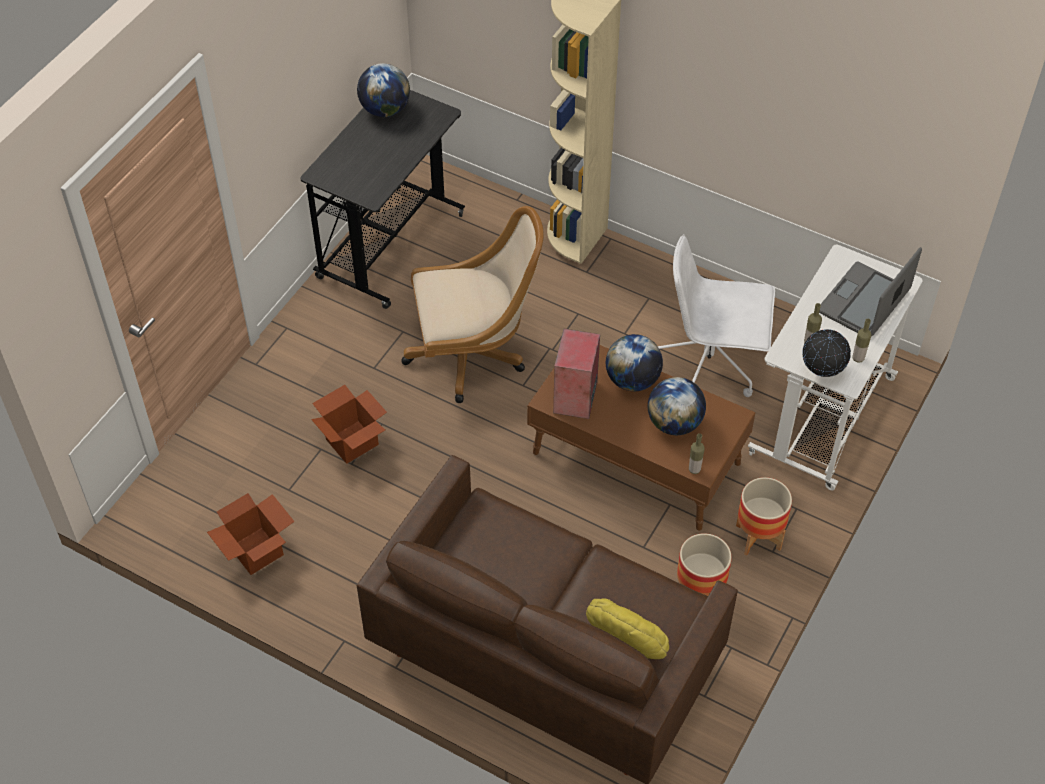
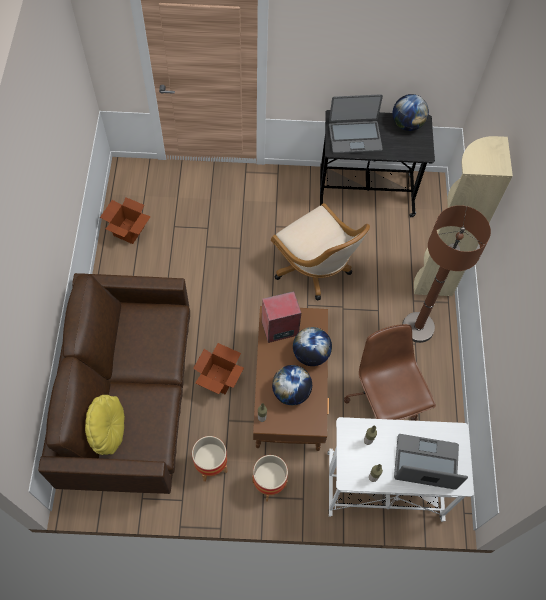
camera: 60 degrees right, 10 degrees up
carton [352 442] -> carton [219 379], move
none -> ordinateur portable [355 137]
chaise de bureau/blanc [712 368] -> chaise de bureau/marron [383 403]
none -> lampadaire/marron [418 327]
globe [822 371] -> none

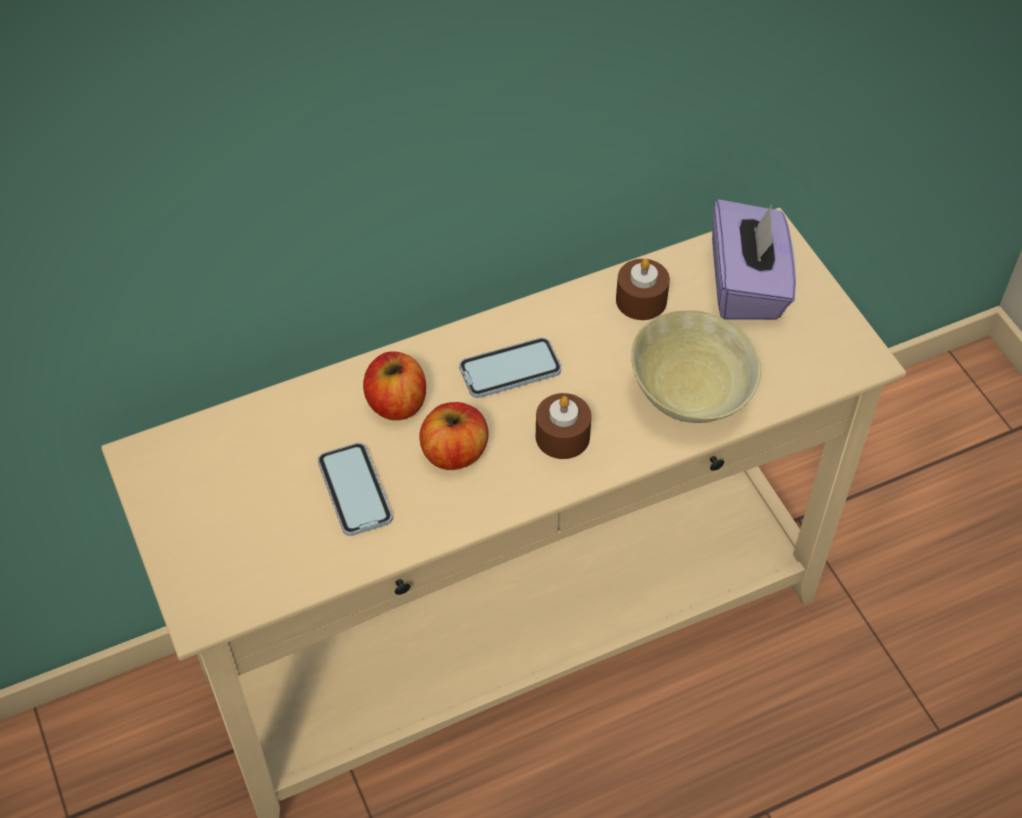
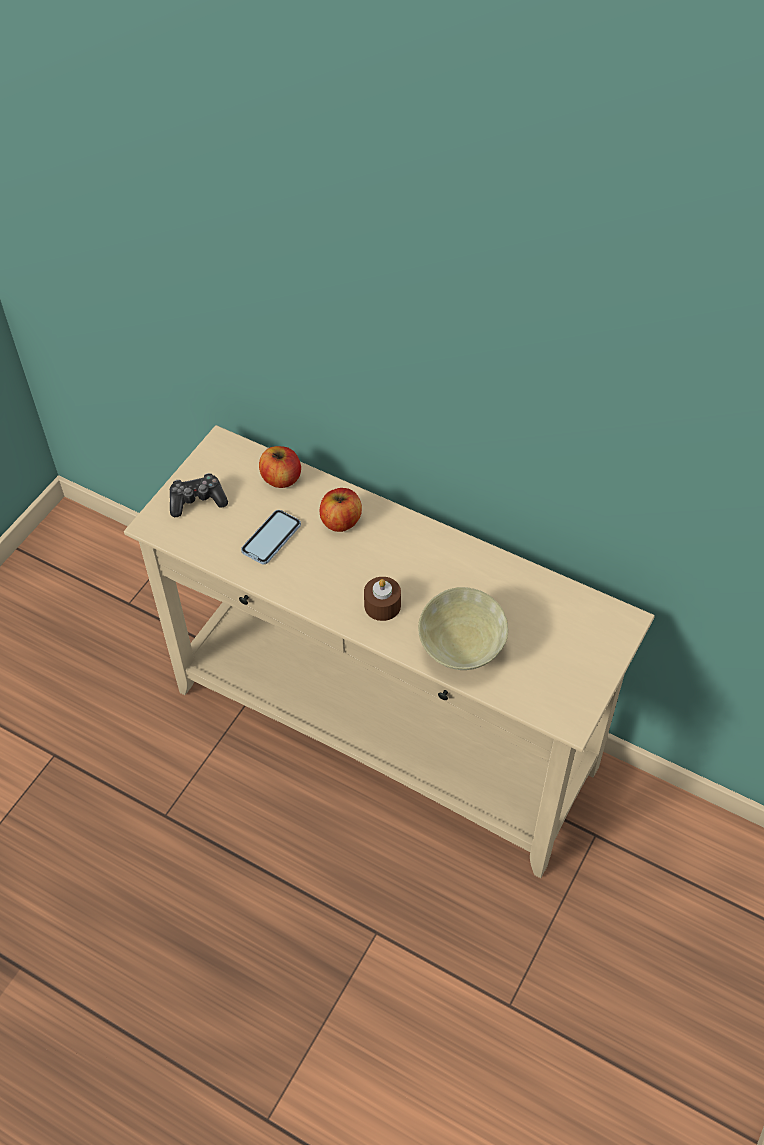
camera: 55 degrees right, 0 degrees up
none -> manette [197 500]
pomme [454 452] -> pomme [281 478], move
téléphone [510 370] -> none
bougie/marron [641 300] -> none
boîte à mouchoirs/violet [747 285] -> none

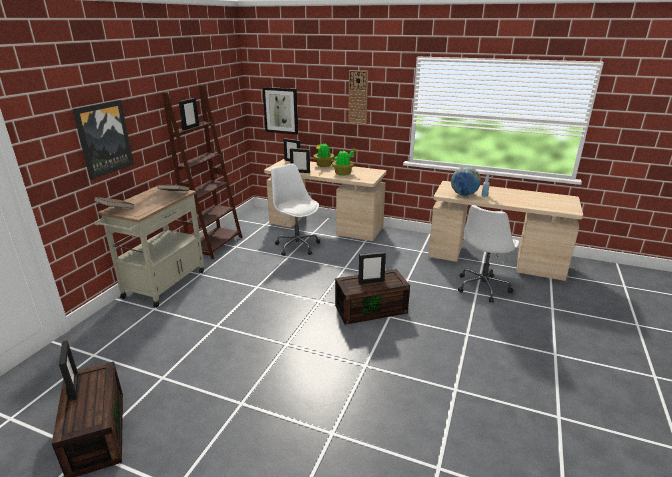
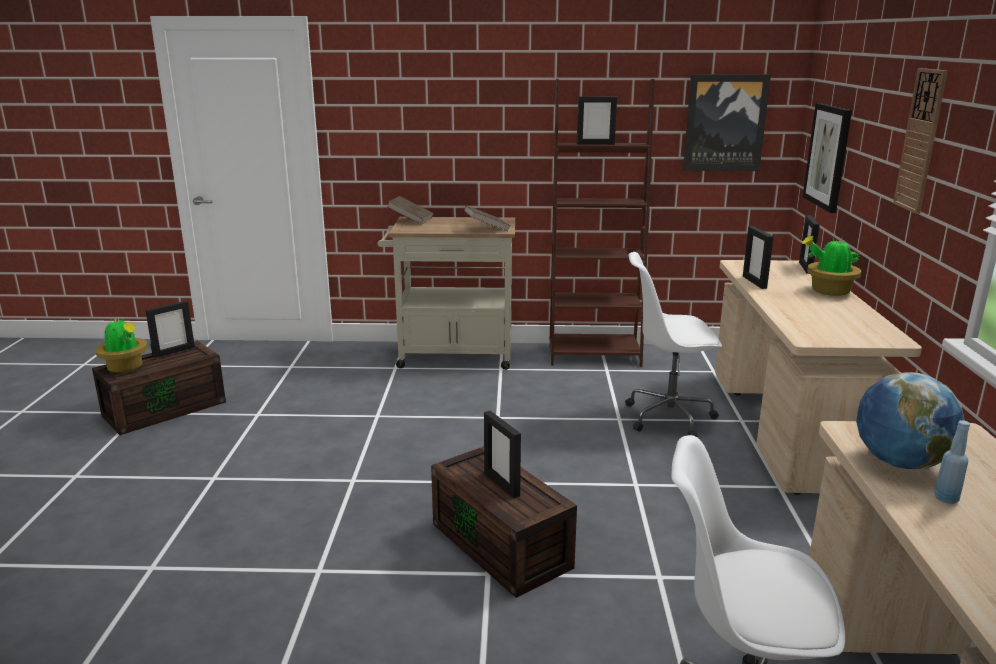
camera: 70 degrees right, 5 degrees down
plante en pot [343 173] -> plante en pot [126 367], move
chaise de bureau/blanc [296 246] -> chaise de bureau/blanc [666 417], 120 degrees counterclockwise
tableau [104 138] -> tableau [725 123], move

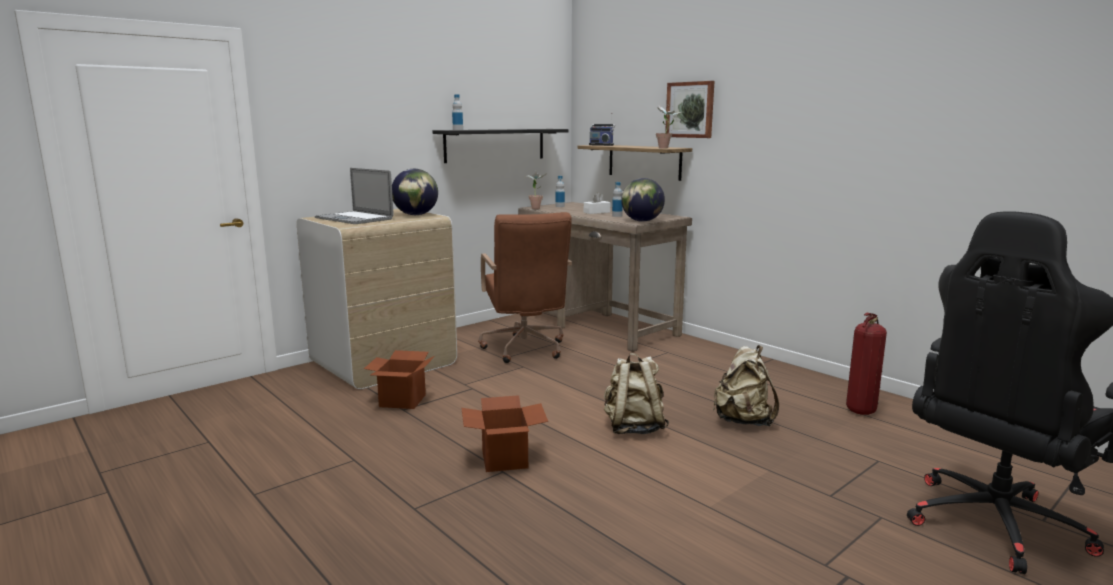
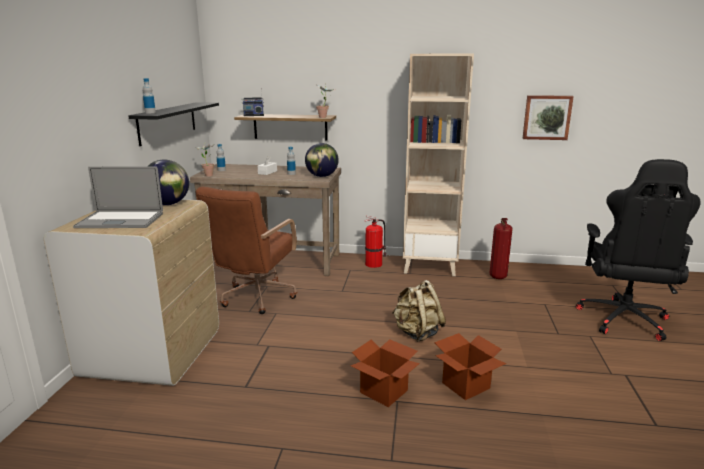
camera: 40 degrees left, 5 degrees up
chaise de bureau/marron [525 351] -> chaise de bureau/marron [256 299], 75 degrees clockwise
none -> extincteur [374 264]
none -> bibliothèque/beige [430 266]
carton [403 401] -> carton [466 385], move
tableau [690 110] -> tableau [546 117], move
sac à dos/beige [743 421] -> none

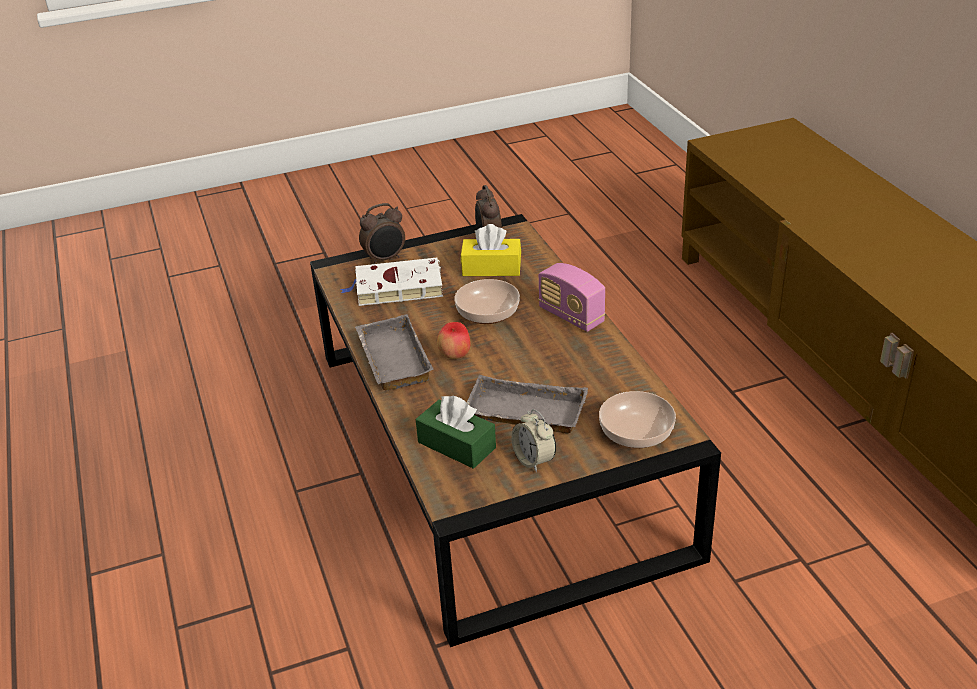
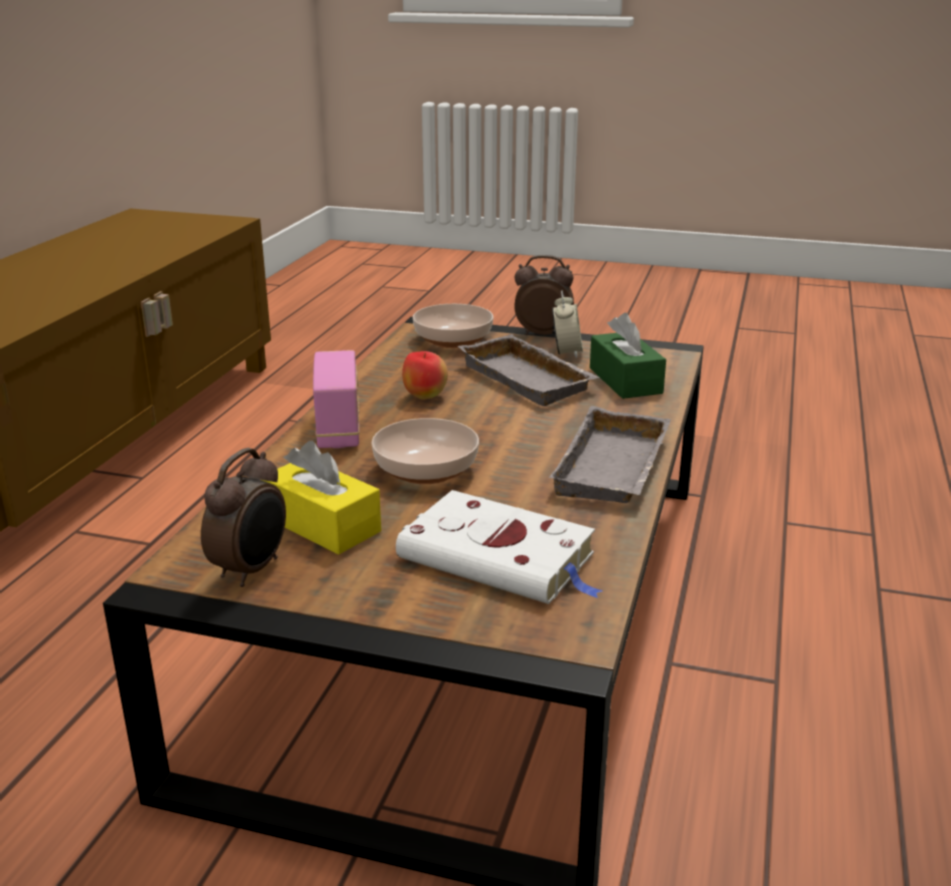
camera: 145 degrees left, 10 degrees down
pomme [455 356] -> pomme [425 397], move
réveil [385 259] -> réveil [543 334], move

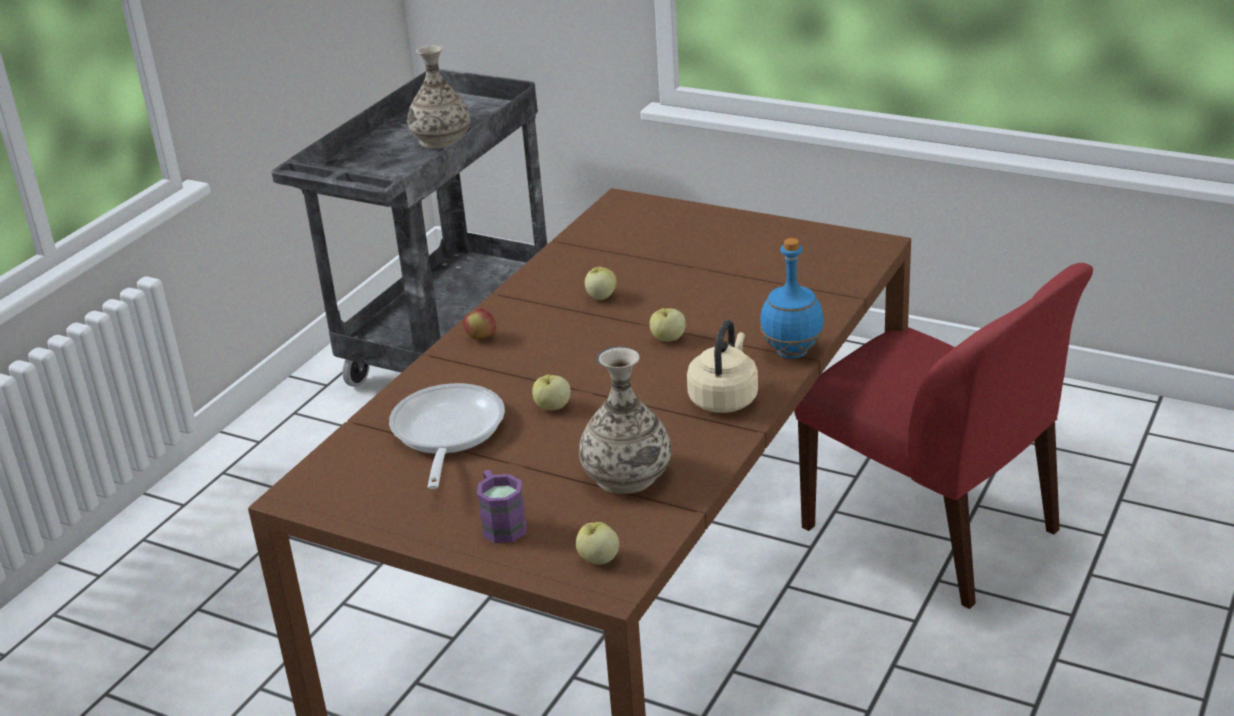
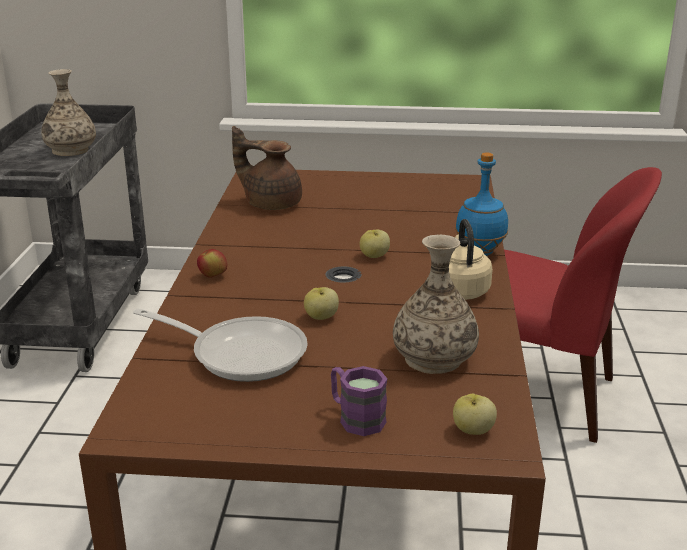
camera: 25 degrees left, 5 degrees down
poêle [446 434] -> poêle [240 353], 135 degrees clockwise
none -> théière/marron [271 203]
pomme [601 297] -> none

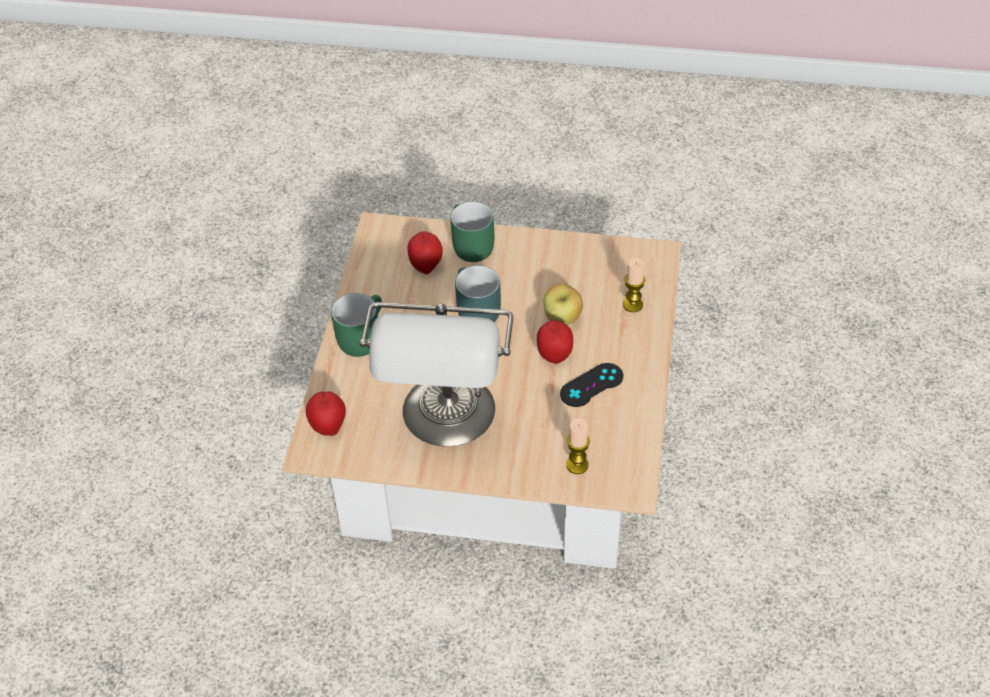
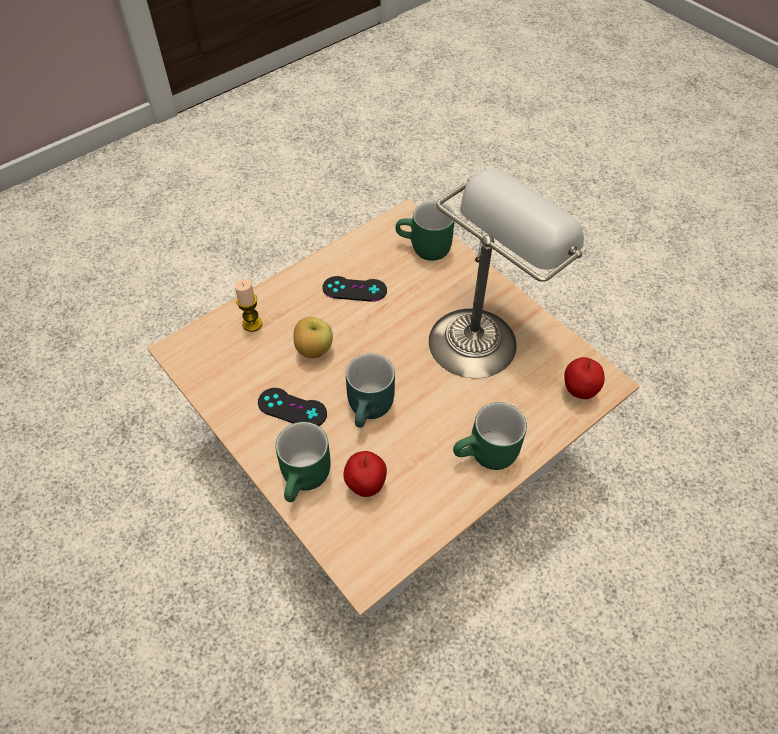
camera: 140 degrees left, 5 degrees up
none -> manette/noir [292 408]
bougie [577 465] -> mug/vert [424 249]
pomme [554 356] -> none

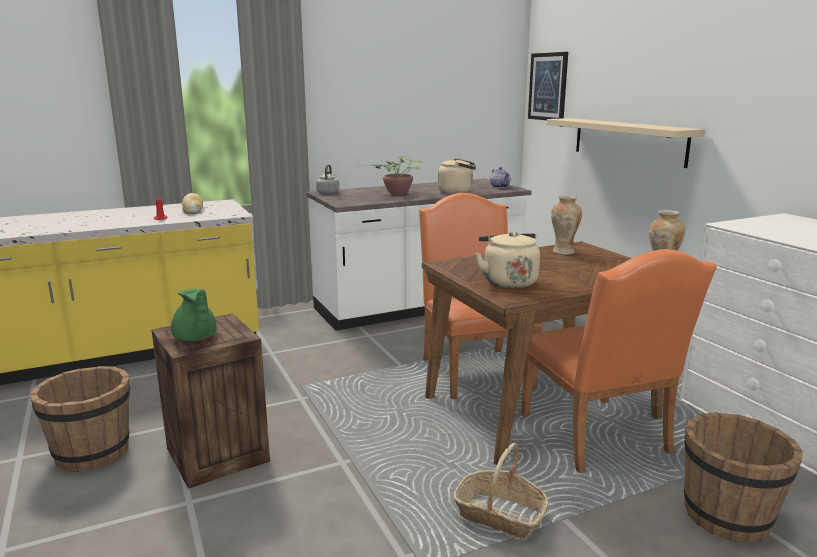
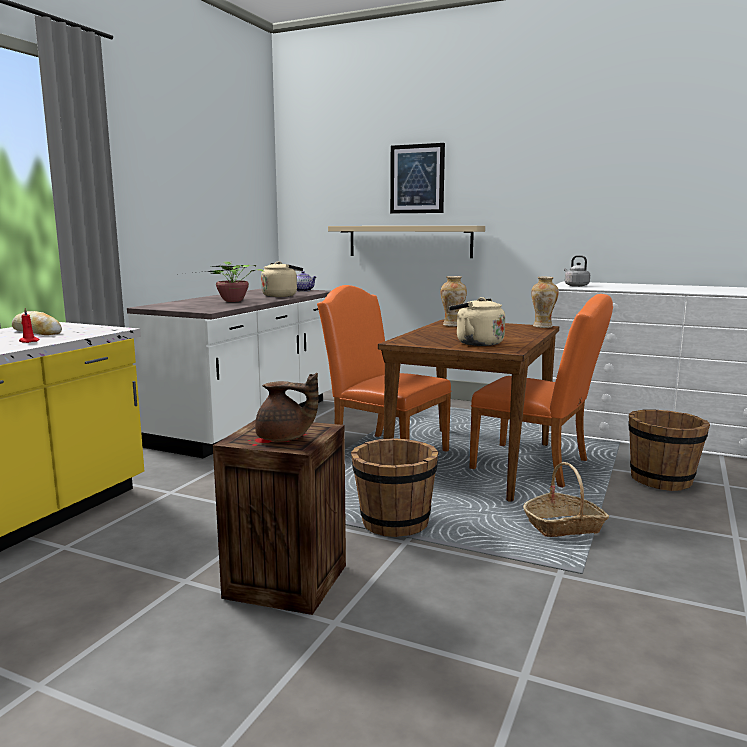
camera: 40 degrees left, 5 degrees down
théière/vert [195 338] -> théière/marron [284 439]
seau/marron [92 453] -> seau/marron [394 522], move
tableau [548 86] -> tableau [417 179], move
bouilloire/gris [328 193] -> bouilloire/gris [575 286], move

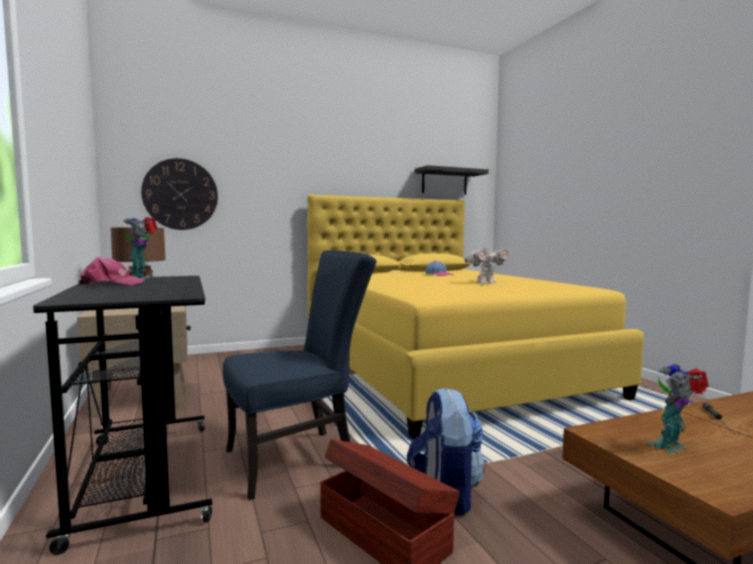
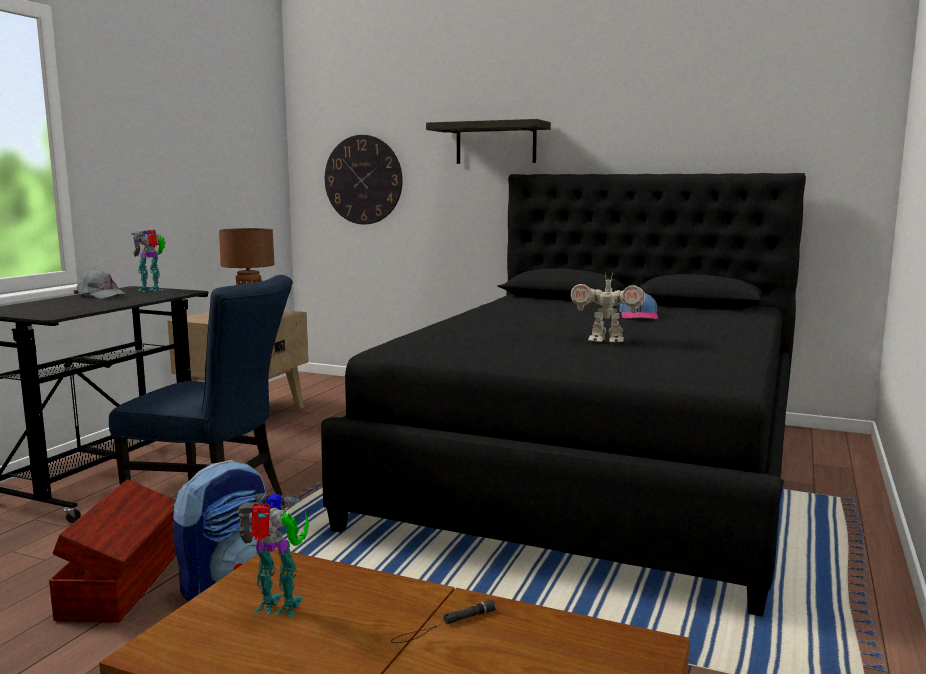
camera: 45 degrees right, 5 degrees up
casquette/rose [112 284] -> casquette/gris [101 295]
lit/jaune [442 367] -> lit/noir [595 470]
étagère [444 182] -> étagère [496 143], move

